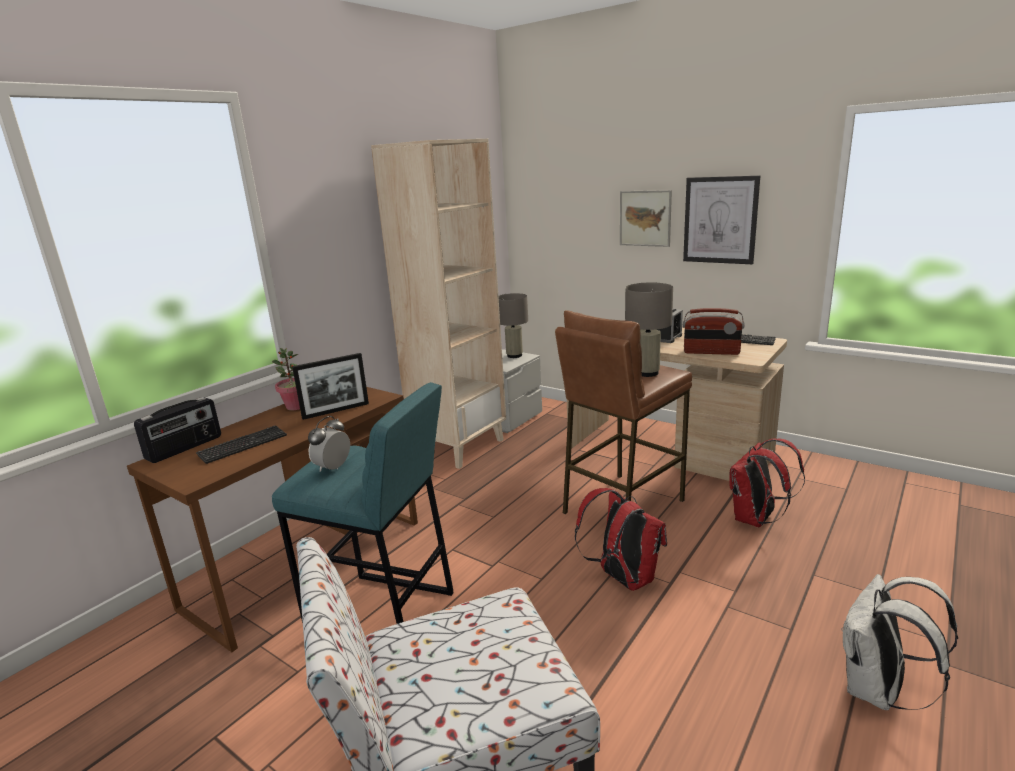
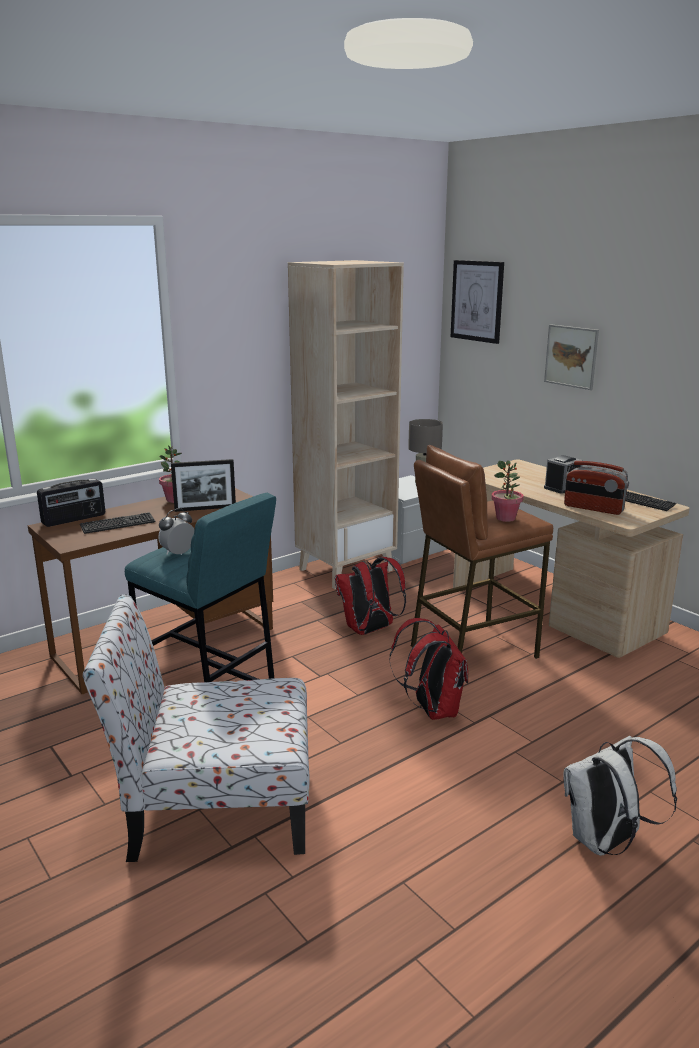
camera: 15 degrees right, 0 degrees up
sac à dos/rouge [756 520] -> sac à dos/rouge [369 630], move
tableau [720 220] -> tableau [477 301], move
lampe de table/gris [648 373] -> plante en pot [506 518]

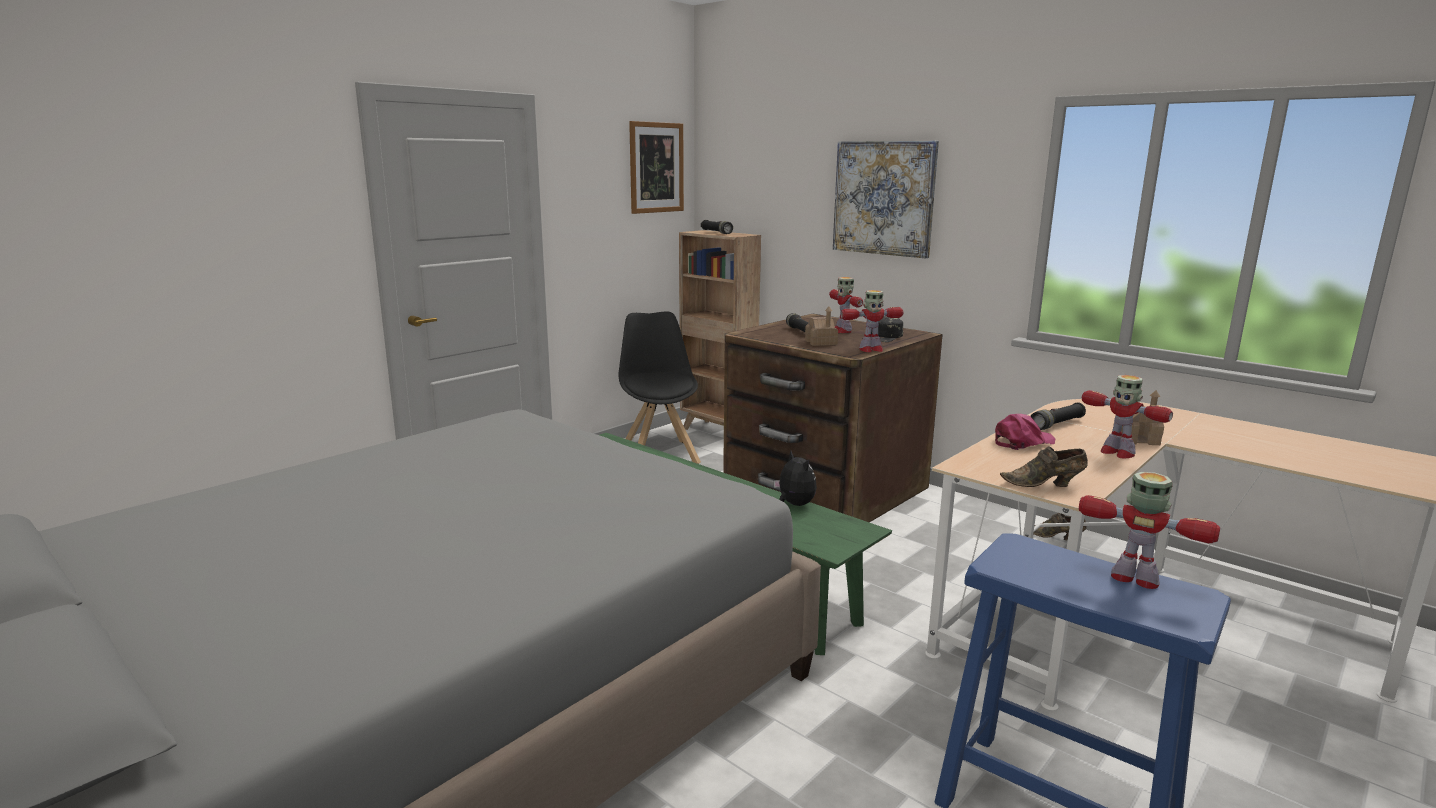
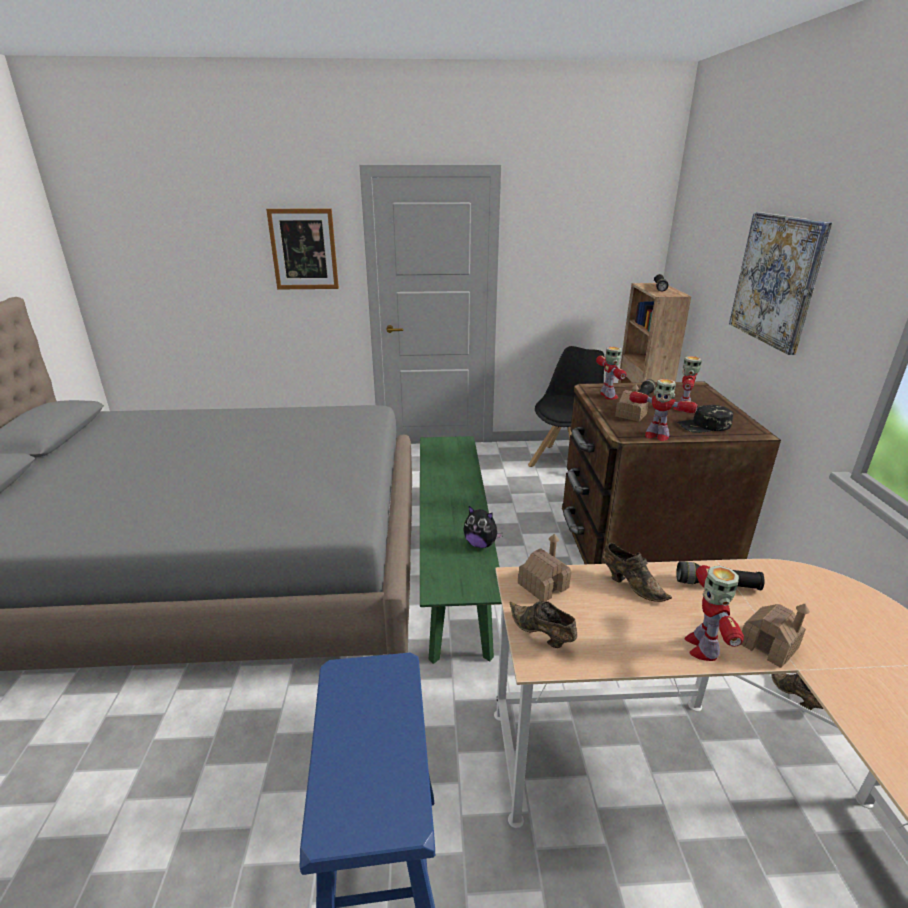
camera: 45 degrees right, 10 degrees up
tableau [656 167] -> tableau [304 249], move
peluche [794 504] -> peluche [481 544], 105 degrees clockwise
none -> maison miniature [543 585]
robot jouet [1136 579] -> robot jouet [608 396], move
casquette/rose [1022 442] -> chaussure/marron [631 585]

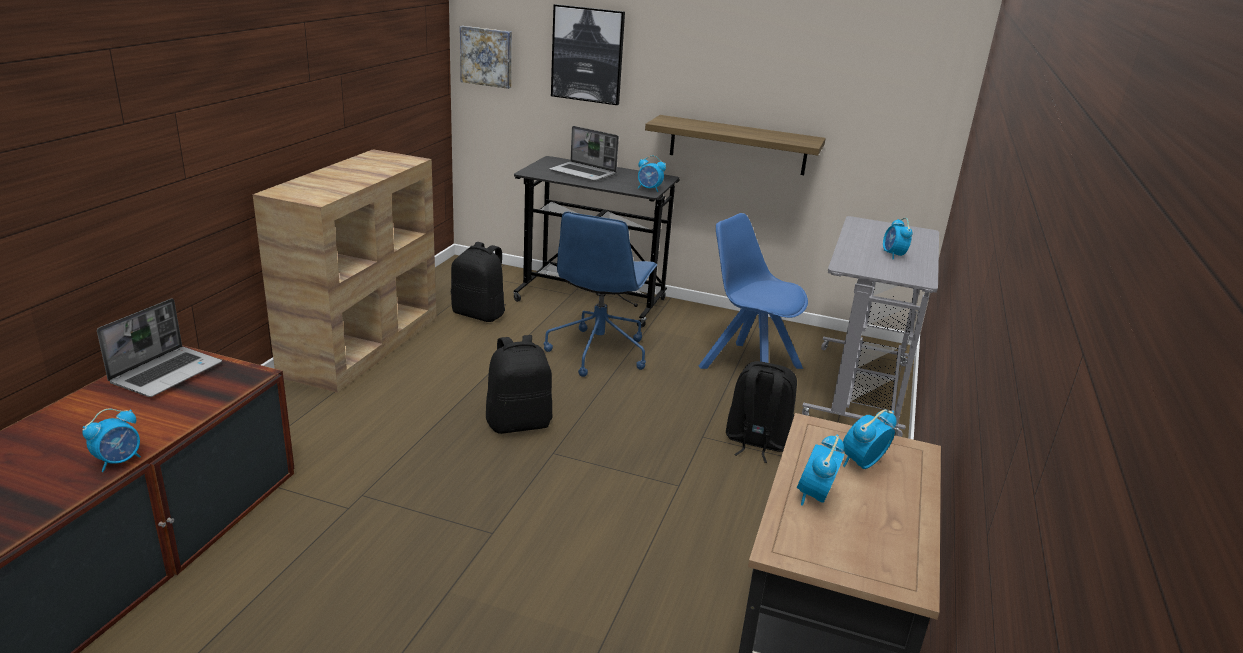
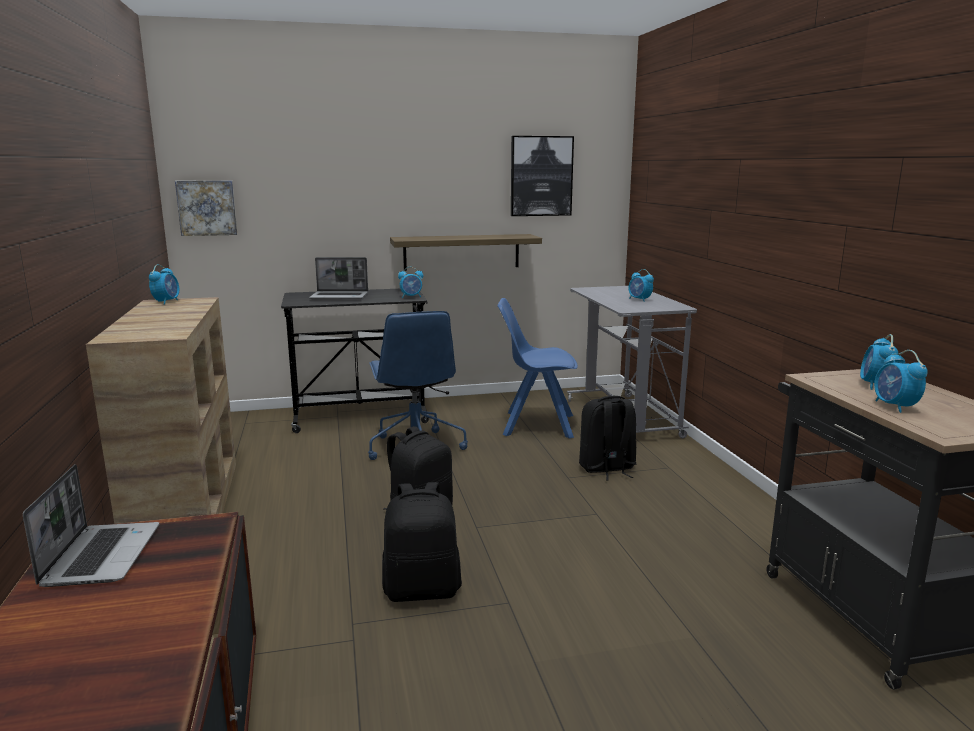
camera: 30 degrees left, 10 degrees down
réveil [119 461] -> réveil [166 302], move
sac à dos/noir [480 314] -> sac à dos/noir [422 589], move
tableau [587 54] -> tableau [541 176], move

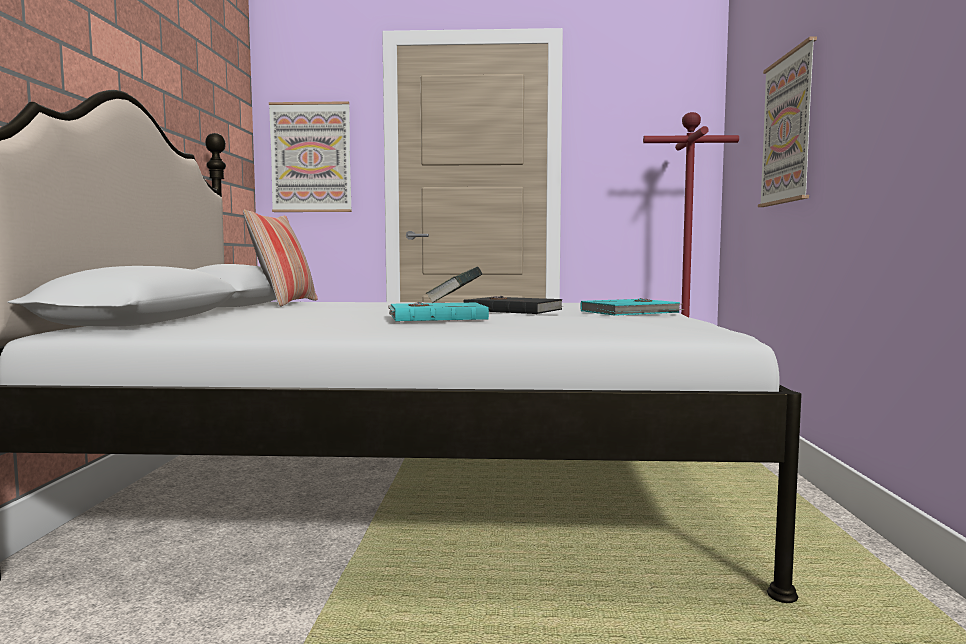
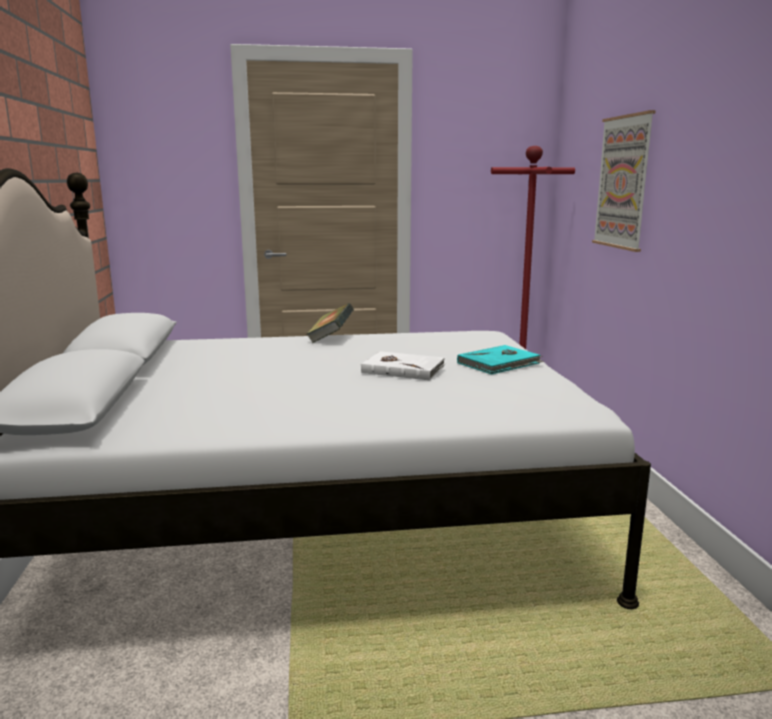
camera: 10 degrees left, 10 degrees up
livre/noir [513 310] -> livre/blanc [403 369]
coussin [285 303] -> none
tableau [311 158] -> none
livre/turquoise [436 317] -> none

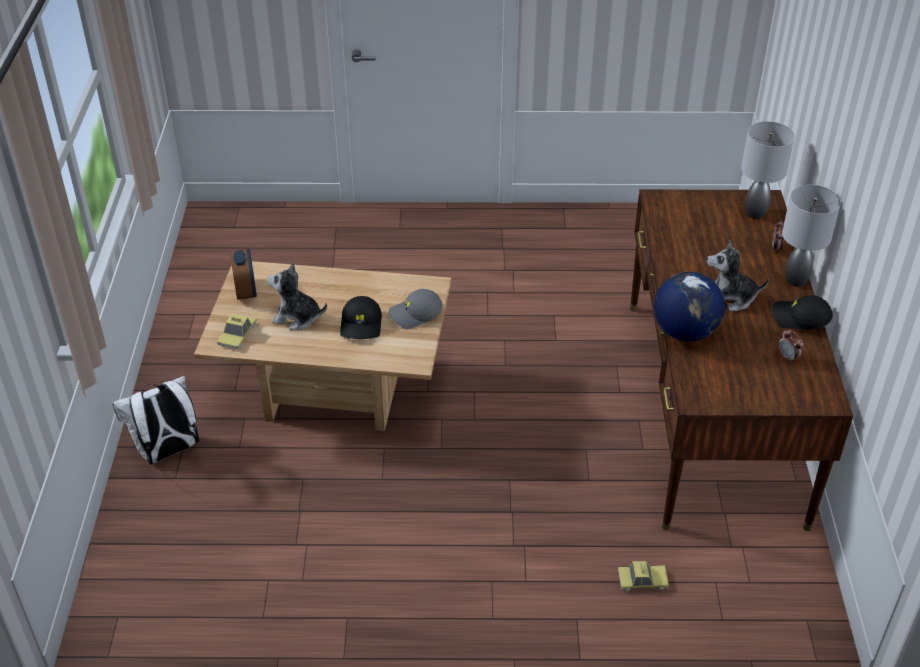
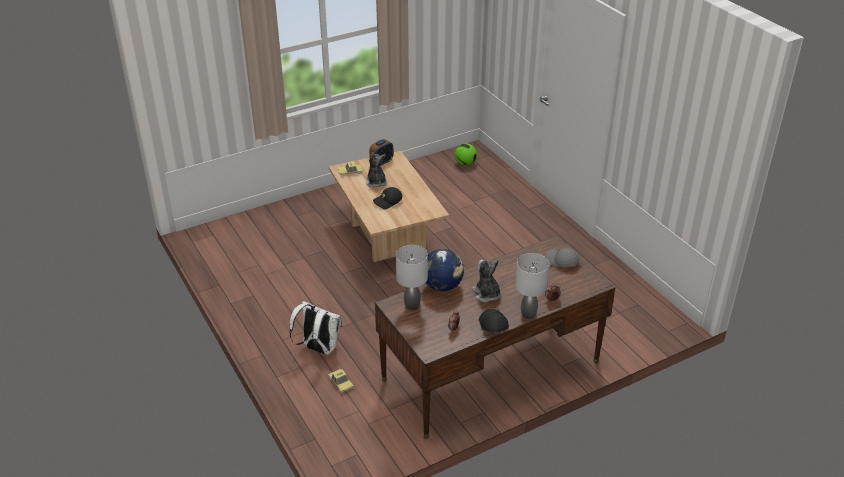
camera: 60 degrees right, 5 degrees down
sac à dos/blanc [167 452] -> sac à dos/blanc [318 348], move
lampe de table/gris [755 213] -> lampe de table/gris [411 306], move
none -> ballon de foot [465 163]
casquette/gris [415 314] -> casquette/gris [561 261], move

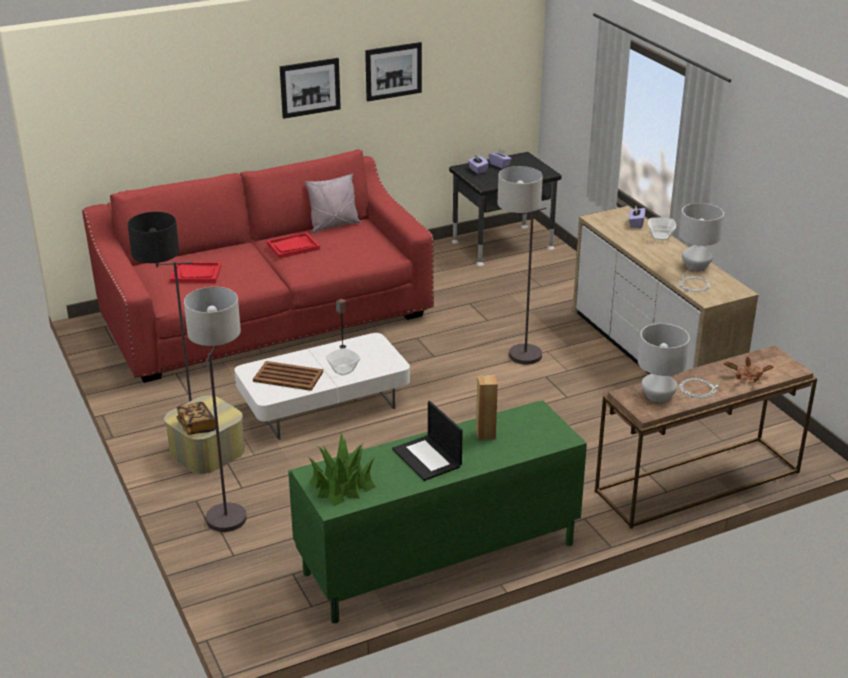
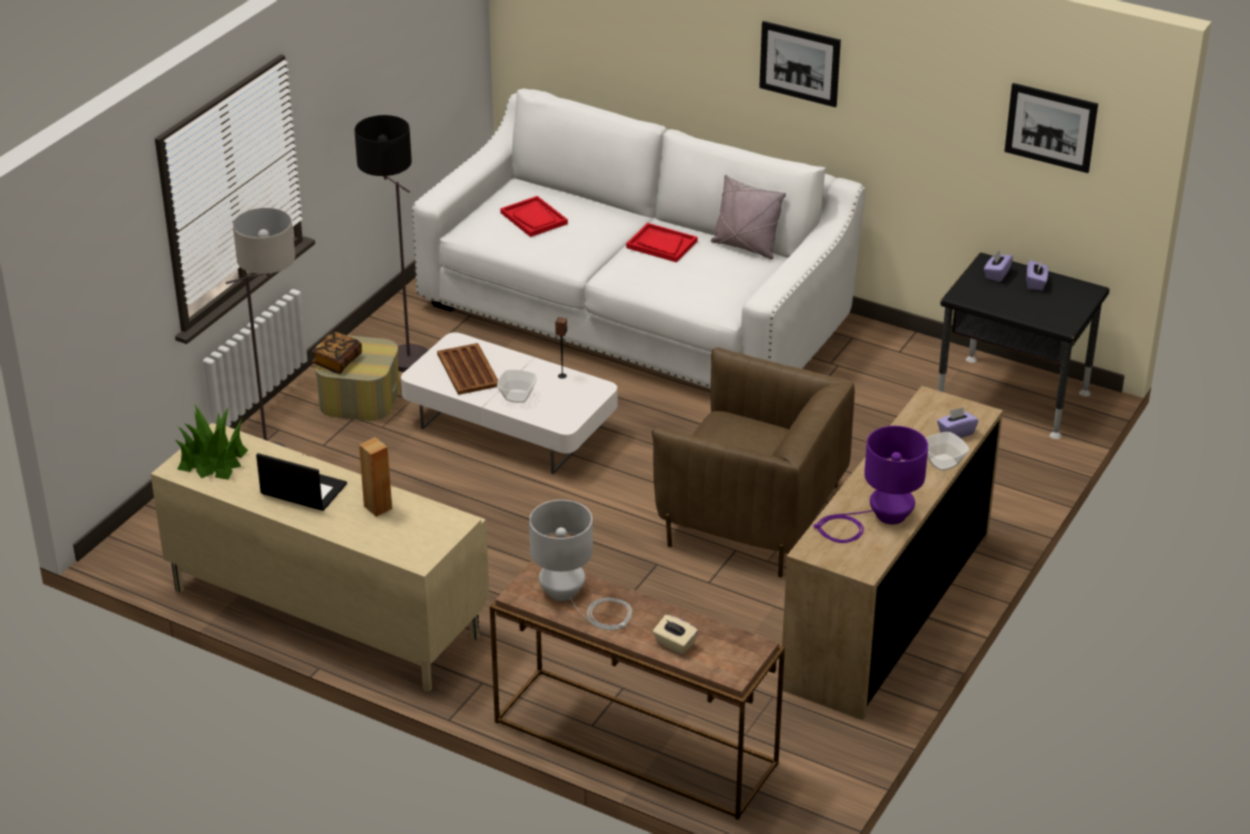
camera: 55 degrees right, 5 degrees up
meuble de rangement/vert [437 556] -> meuble de rangement/beige [327 609]
ordinateur portable [428 458] -> ordinateur portable [302 490], 90 degrees clockwise
canapé/rouge [267 318] -> canapé/blanc [635 316]
lampadaire/gris [517 358] -> fauteuil/marron [751 514]
plante en pot [748 377] -> boîte à mouchoirs/beige [674 644]
lampe de table/gris [695 273] -> lampe de table/violet [871 520]
tableau [393 71] -> tableau [1051 127], move

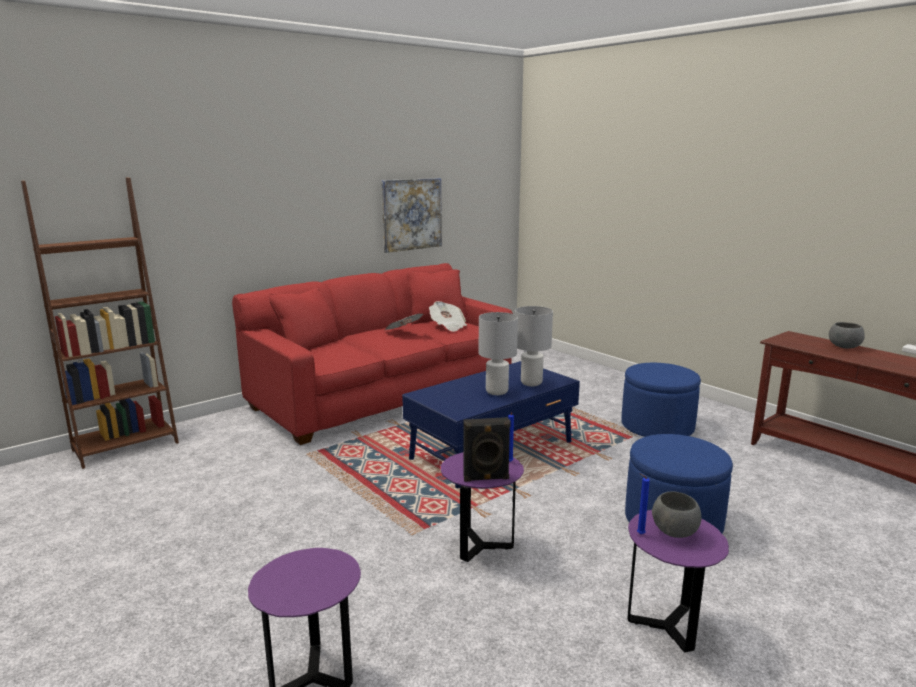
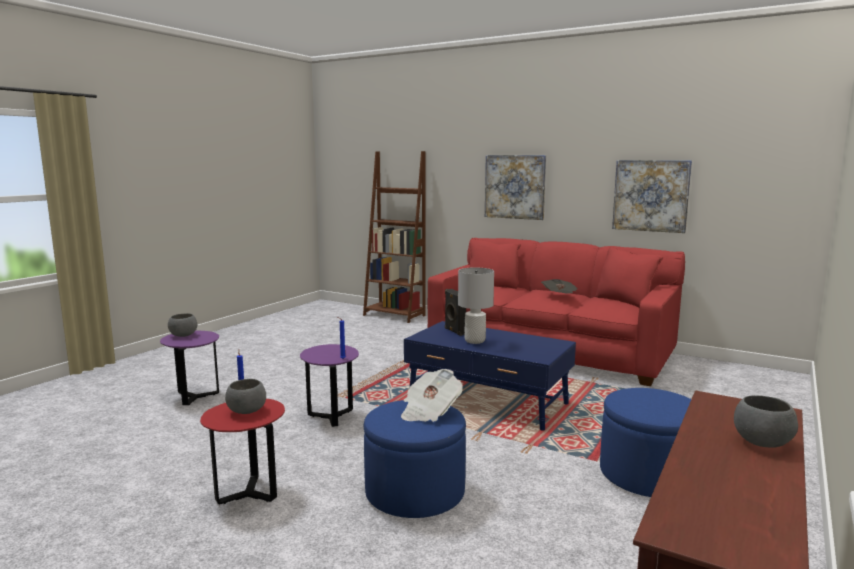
camera: 70 degrees right, 5 degrees down
none -> bol/gris [183 335]
table d'appoint/violet [667 627] -> table d'appoint/rouge [248 494]
journal [448 326] -> journal [429 412], move
enceinte/noir [486 478] -> enceinte/noir [454 331], move
none -> tableau [515 186]
lampe de table/gris [531 384] -> none

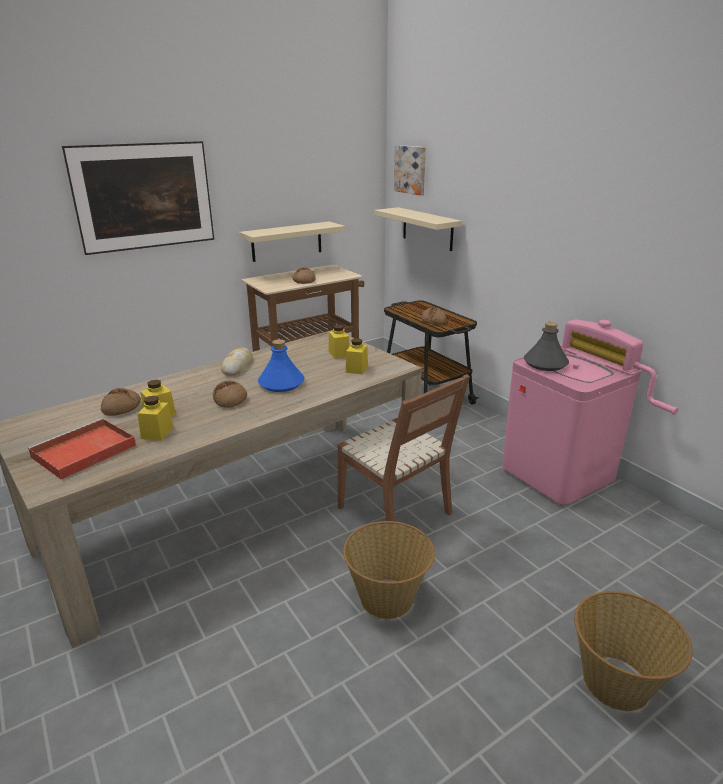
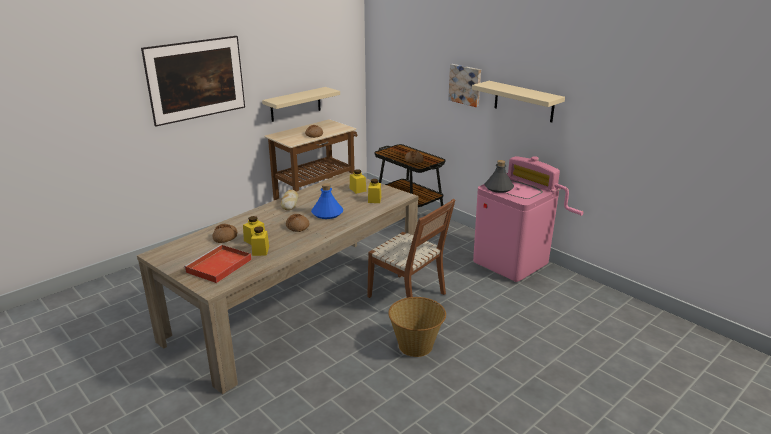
camera: 10 degrees left, 0 degrees up
tableau [411 169] -> tableau [465 84], move
étagère/beige [427 228] -> étagère/beige [523 101], move
panier [617 683] -> none

